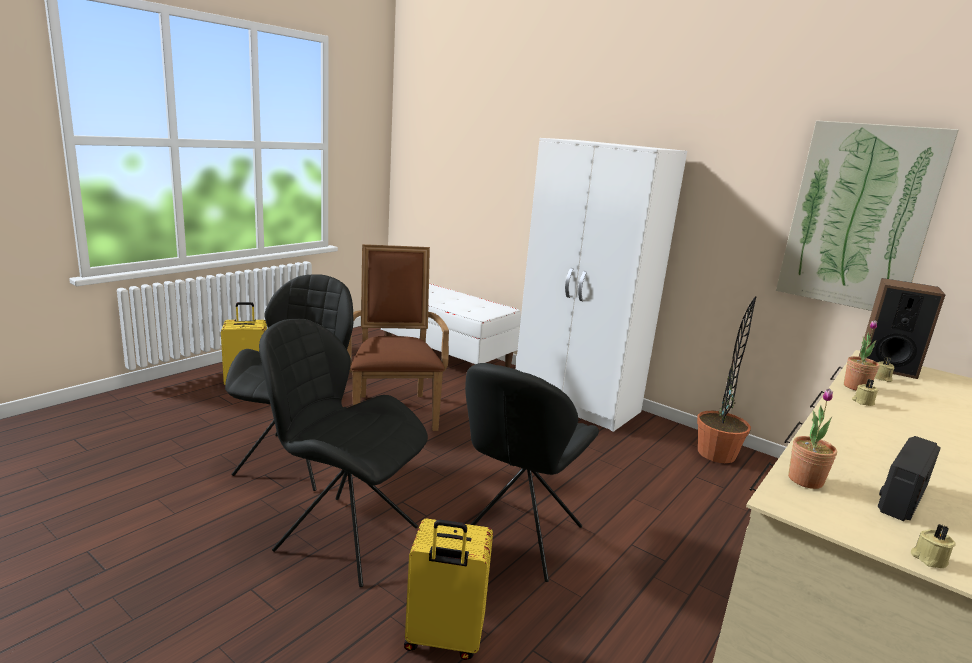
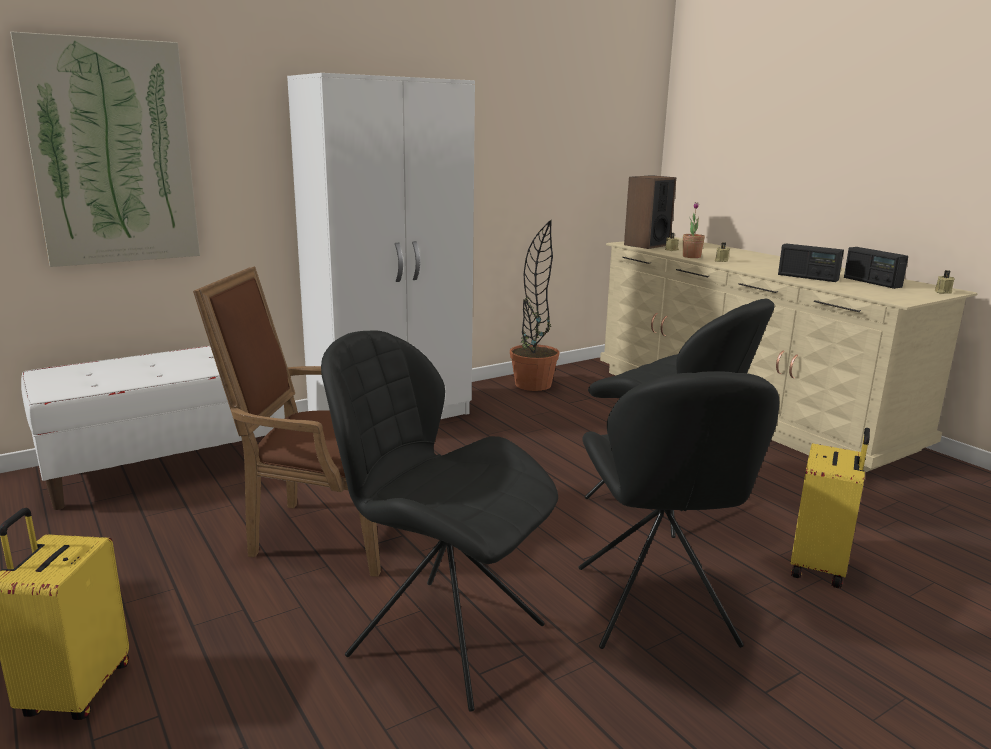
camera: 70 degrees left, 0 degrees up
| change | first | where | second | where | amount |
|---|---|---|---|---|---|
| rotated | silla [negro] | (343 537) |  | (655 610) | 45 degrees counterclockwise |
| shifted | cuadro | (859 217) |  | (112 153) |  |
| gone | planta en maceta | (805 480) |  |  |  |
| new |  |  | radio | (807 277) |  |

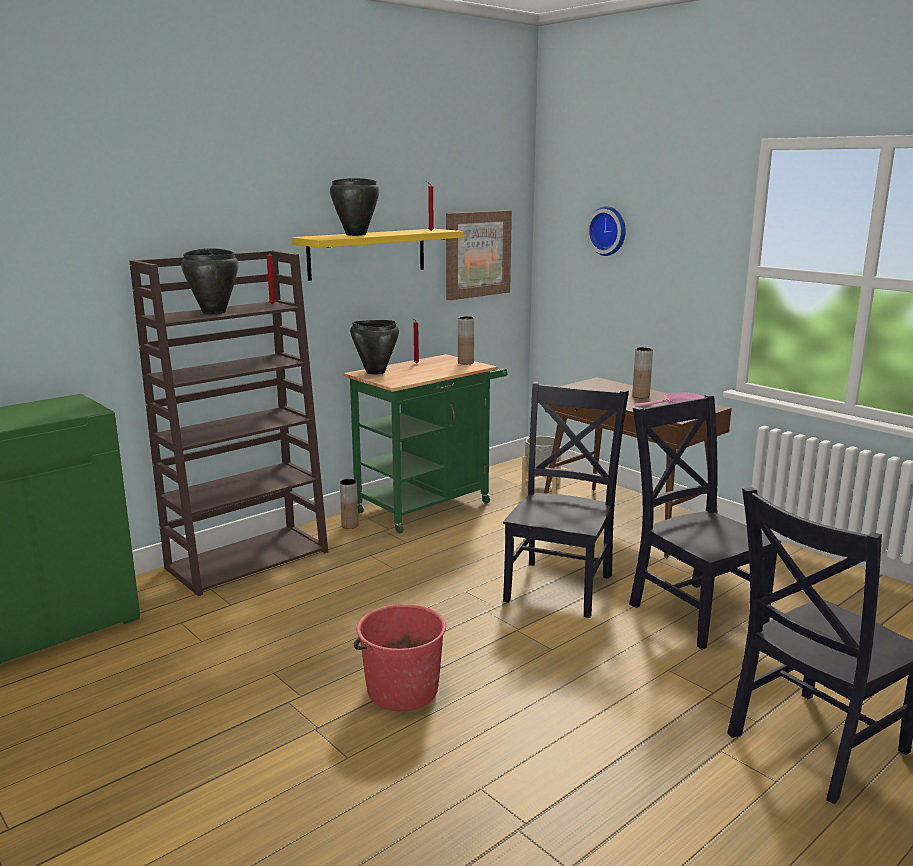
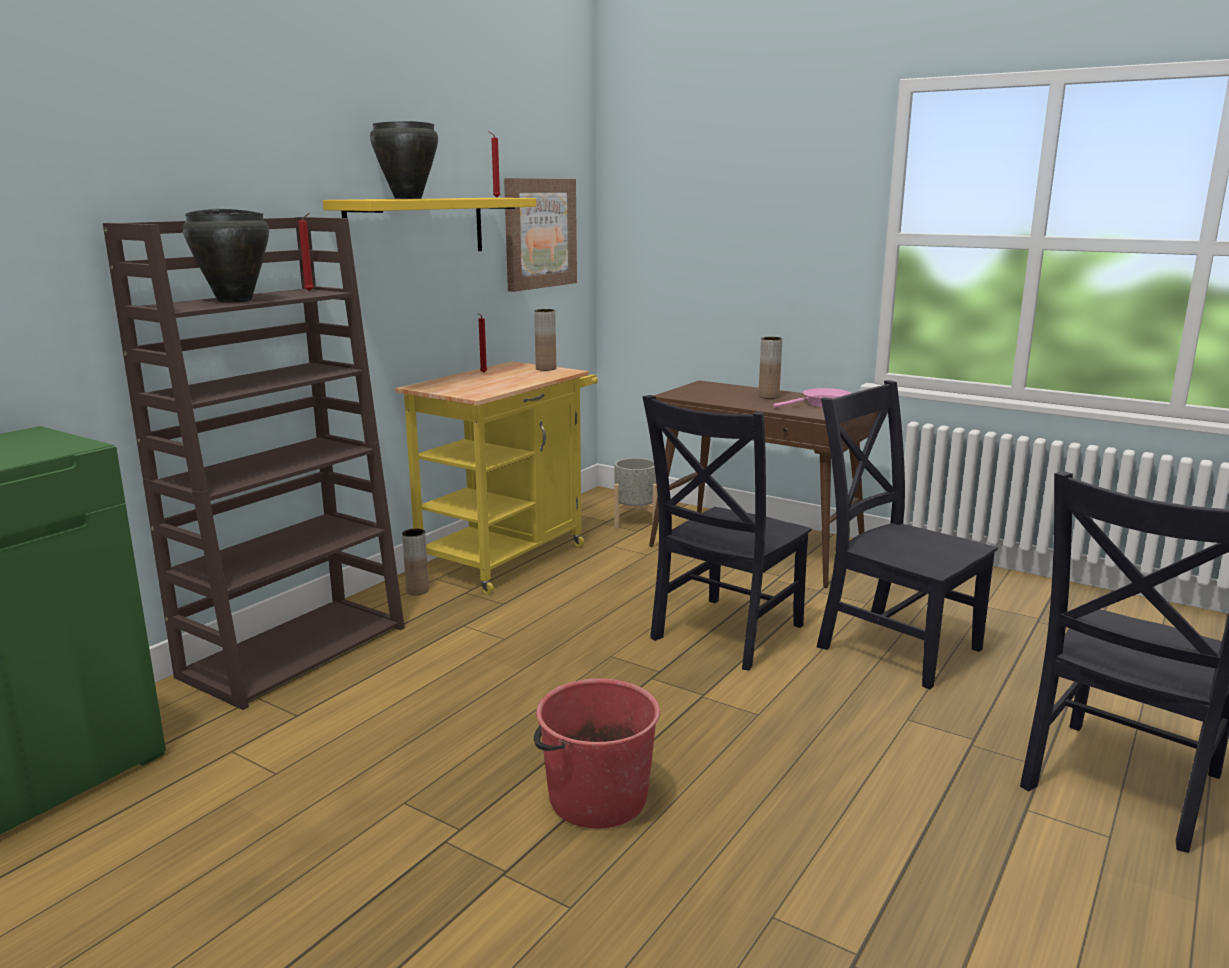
camera: 15 degrees left, 0 degrees up
| change | first | where | second | where | amount |
|---|---|---|---|---|---|
| repainted | carrito [verde] | (430 505) | carrito [amarillo] | (510 555) |  |
| gone | olla [negro] | (375 372) |  |  |  |
| rotated | silla [negro] | (560 585) |  | (724 634) | 150 degrees counterclockwise |
| gone | reloj de pared | (608 231) |  |  |  |

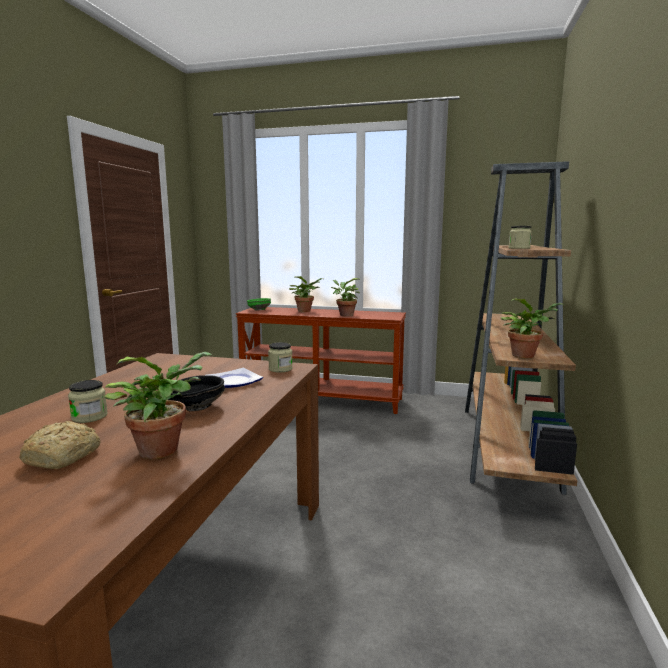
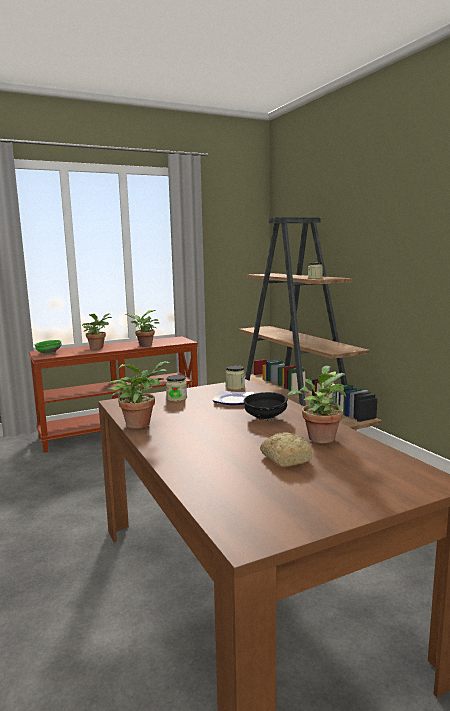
camera: 40 degrees left, 0 degrees up
| change | first | where | second | where | amount |
|---|---|---|---|---|---|
| shifted | tarro | (89 417) |  | (176 398) |  |
| shifted | planta en maceta | (525 355) |  | (140 423) |  |

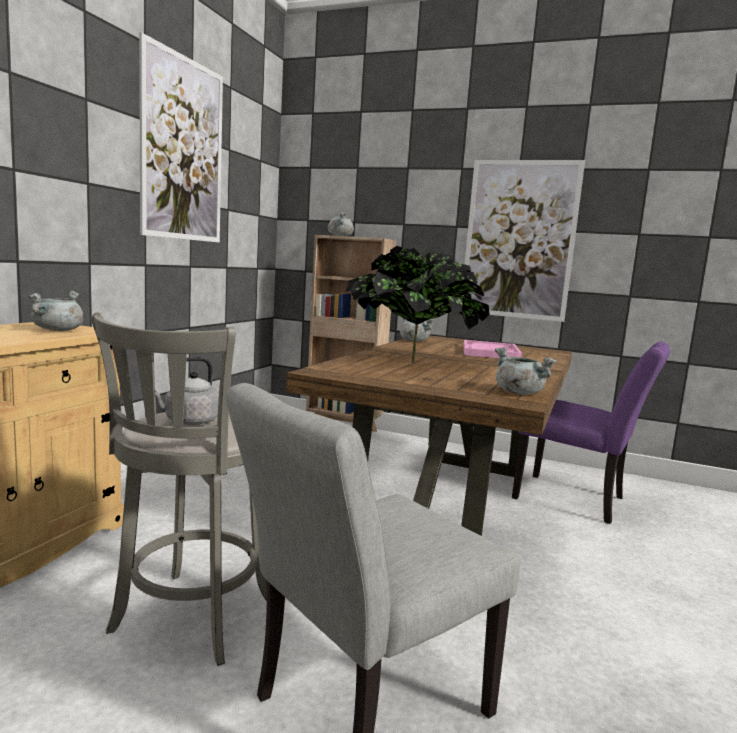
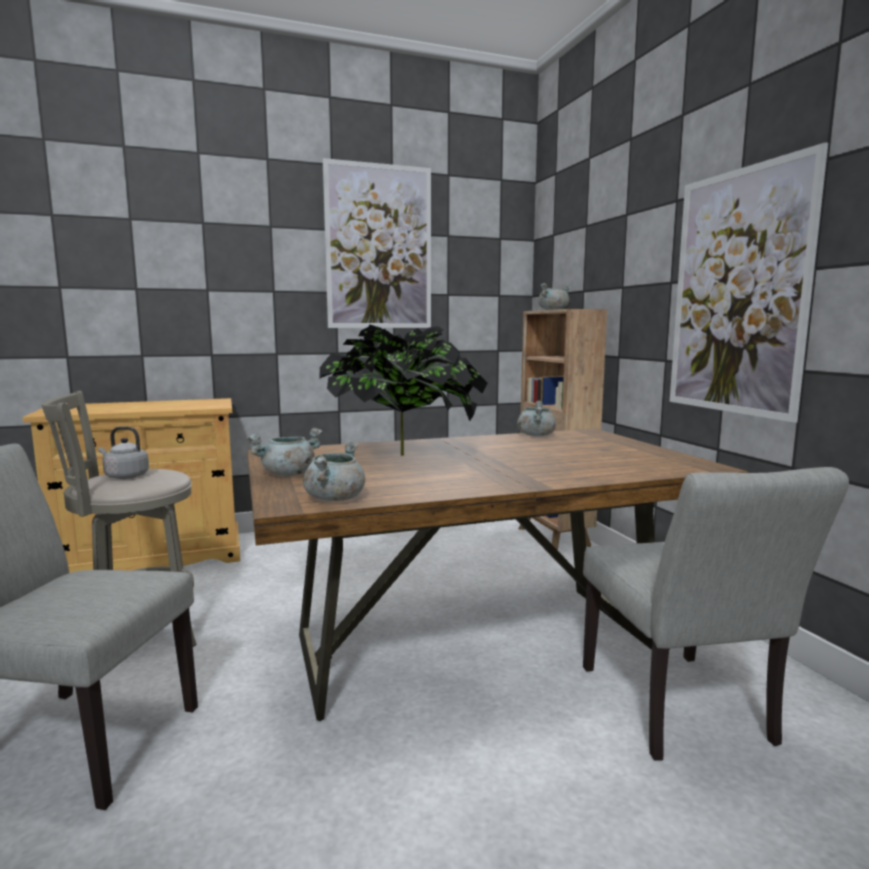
camera: 50 degrees right, 0 degrees up
| change | first | where | second | where | amount |
|---|---|---|---|---|---|
| shifted | olla [gris] | (58 330) |  | (288 474) |  |
| gone | bandeja [rosa] | (490 352) |  |  |  |
| repainted | silla [morado] | (578 500) | silla [gris] | (681 712) |  |

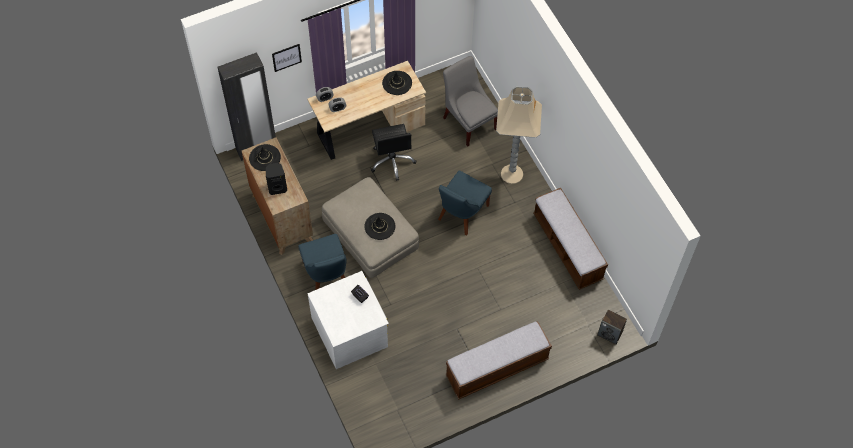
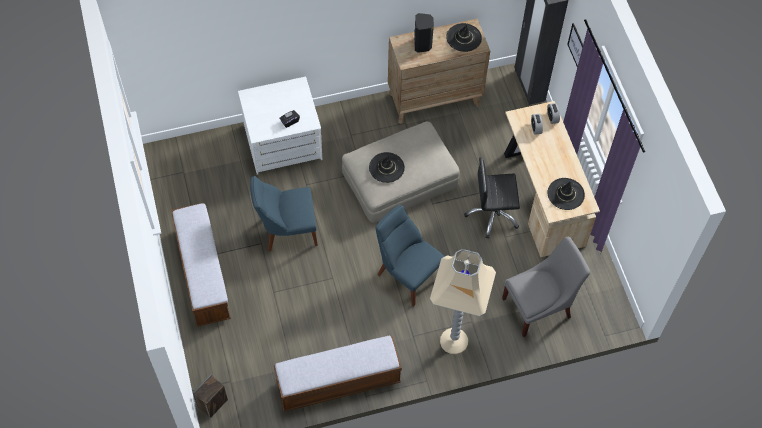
camera: 100 degrees right, 0 degrees up
| change | first | where | second | where | amount |
|---|---|---|---|---|---|
| shifted | silla [azul] | (326 276) |  | (287 231) |  |

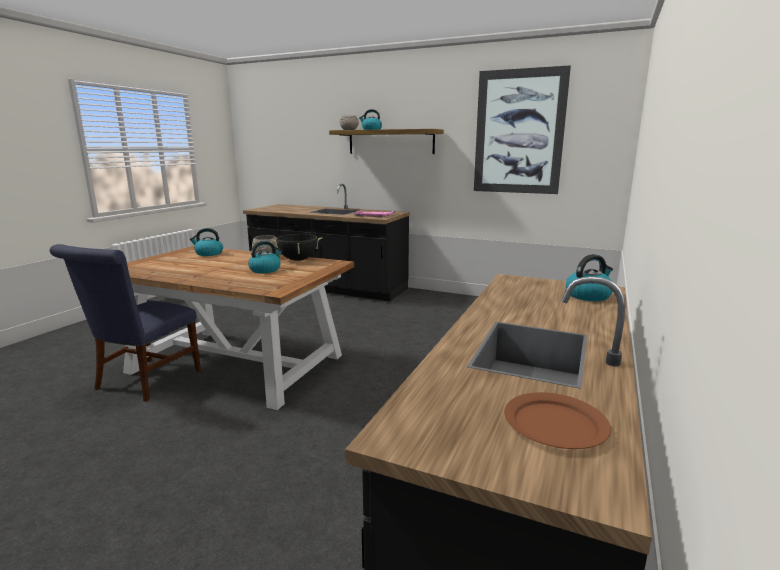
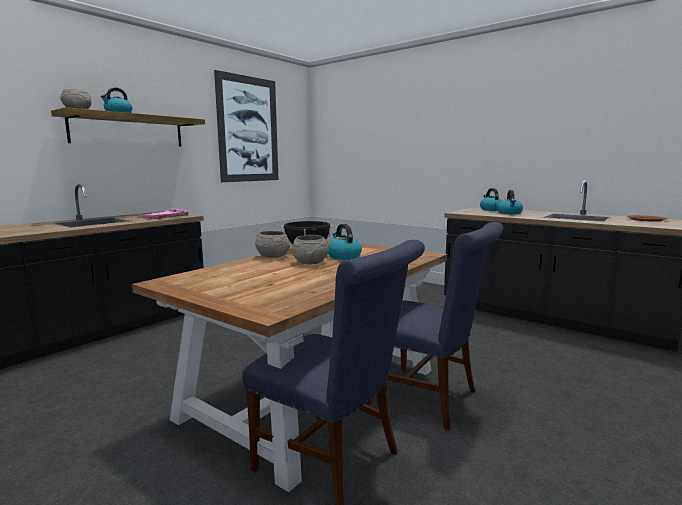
camera: 75 degrees left, 5 degrees down
| change | first | where | second | where | amount |
|---|---|---|---|---|---|
| shifted | hervidor | (208 253) |  | (509 213) |  |
| new |  |  | cuenco [gris] | (311 262) |  |
| new |  |  | silla [azul] | (429 398) |  |

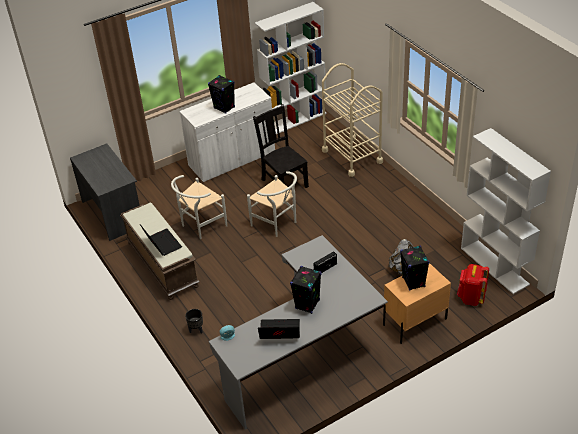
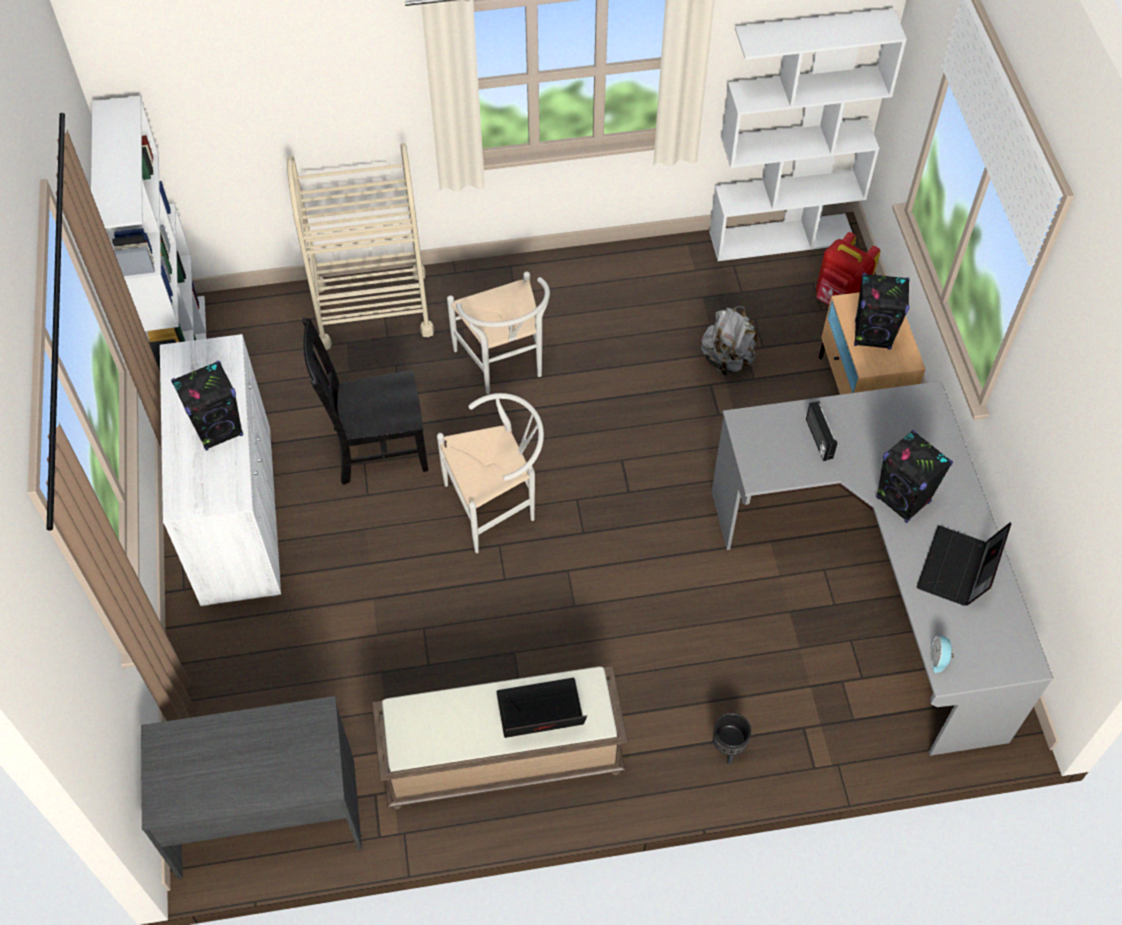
camera: 70 degrees left, 15 degrees up
| change | first | where | second | where | amount |
|---|---|---|---|---|---|
| shifted | silla [blanco] | (200 226) |  | (504 366) |  |

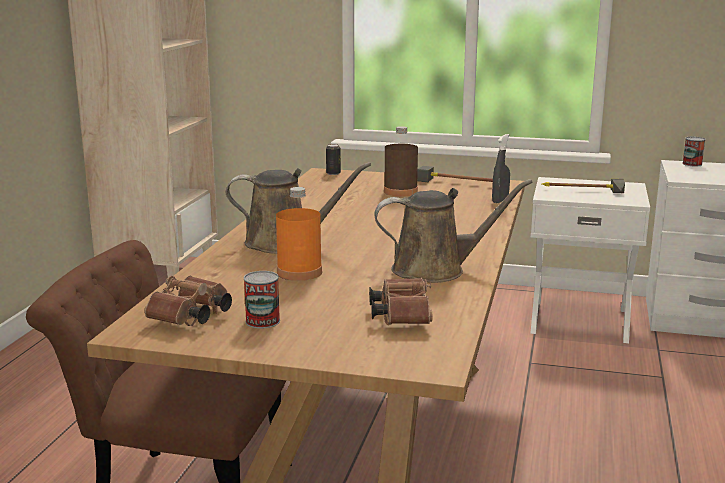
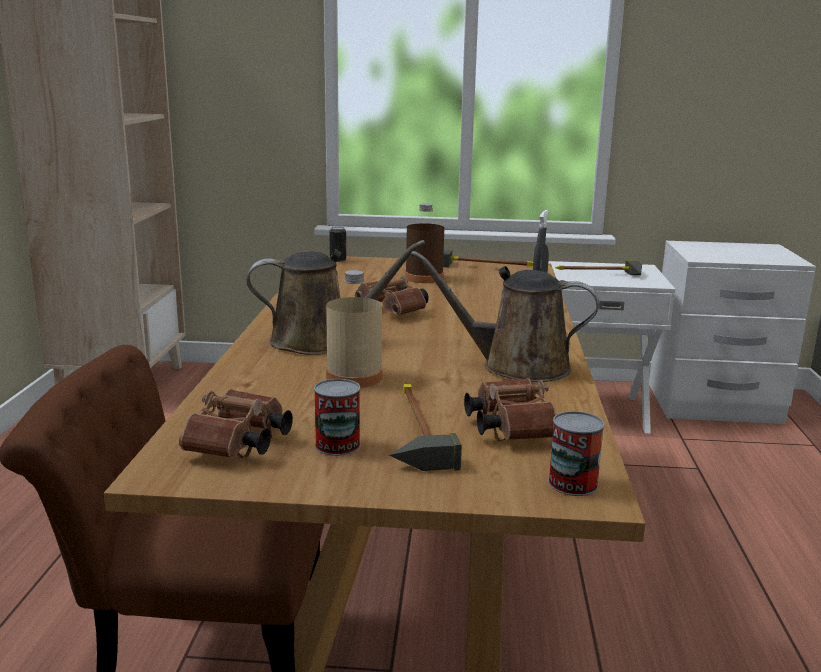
camera: 10 degrees left, 0 degrees up
| change | first | where | second | where | amount |
|---|---|---|---|---|---|
| repainted | botella [naranja] | (299 272) | botella [beis] | (354 377) |  |
| rotated | regadera [marrón] | (436 270) |  | (516 366) | 150 degrees counterclockwise |
| shifted | lata | (692 164) |  | (573 483) |  |
| new |  |  | prismáticos [marrón] | (394 311) |  |
| new |  |  | martillo | (409 429) |  |

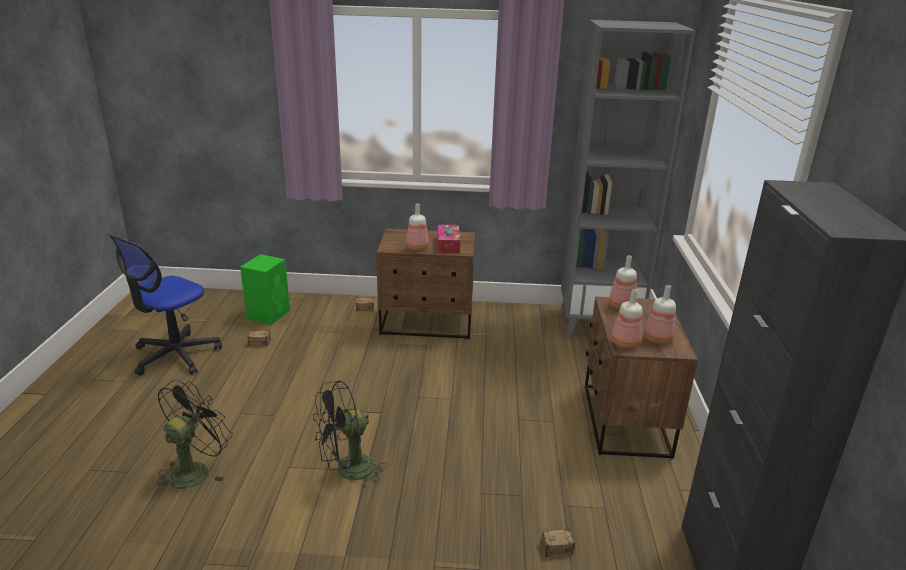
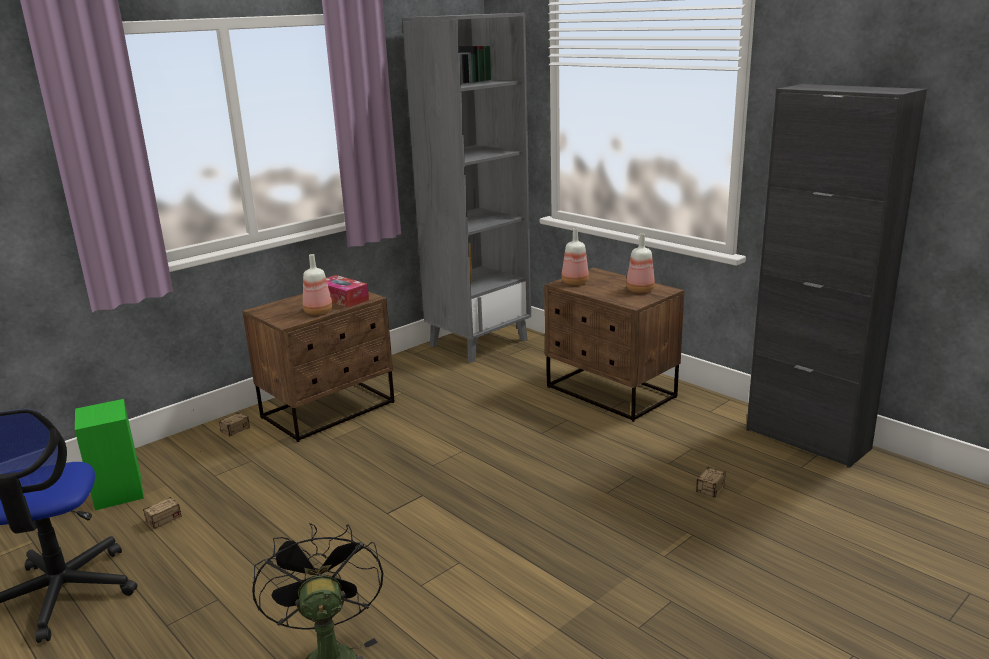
camera: 45 degrees left, 5 degrees down
| change | first | where | second | where | amount |
|---|---|---|---|---|---|
| gone | ventilador [negro] | (347 471) |  |  |  |
| gone | botella | (624 343) |  |  |  |

